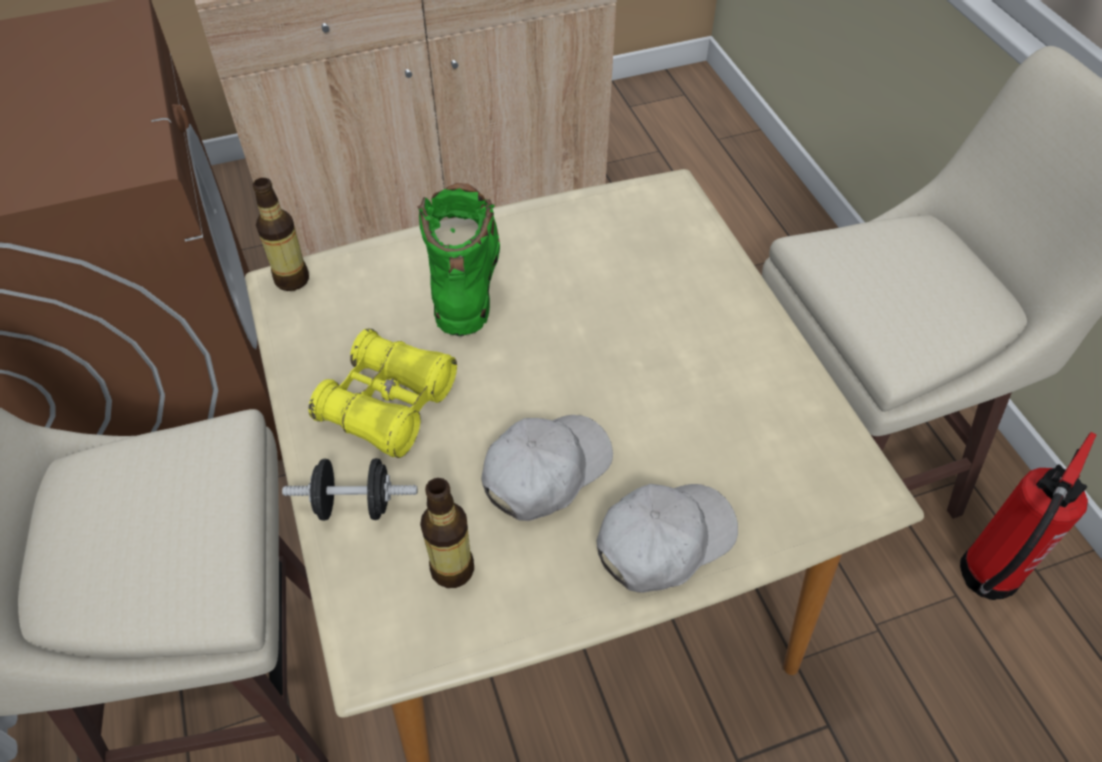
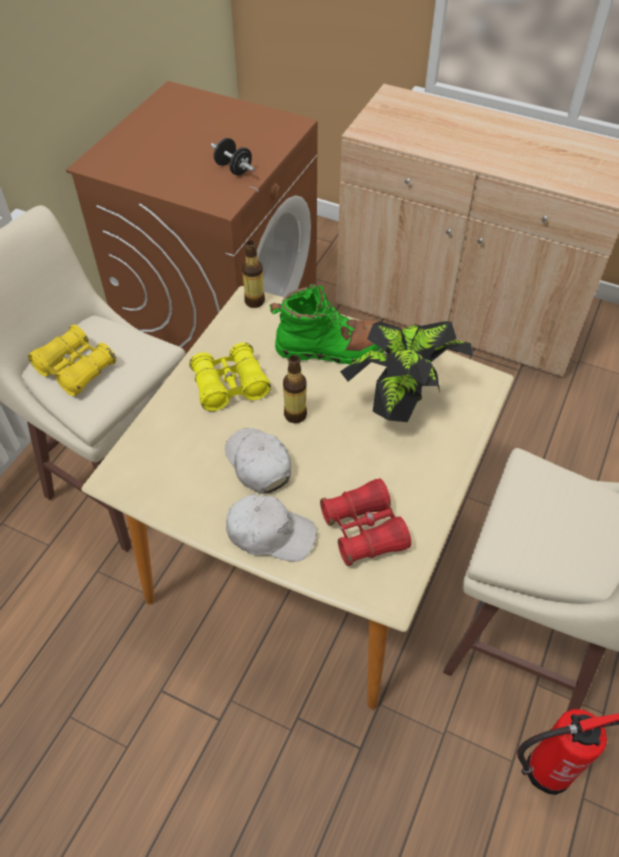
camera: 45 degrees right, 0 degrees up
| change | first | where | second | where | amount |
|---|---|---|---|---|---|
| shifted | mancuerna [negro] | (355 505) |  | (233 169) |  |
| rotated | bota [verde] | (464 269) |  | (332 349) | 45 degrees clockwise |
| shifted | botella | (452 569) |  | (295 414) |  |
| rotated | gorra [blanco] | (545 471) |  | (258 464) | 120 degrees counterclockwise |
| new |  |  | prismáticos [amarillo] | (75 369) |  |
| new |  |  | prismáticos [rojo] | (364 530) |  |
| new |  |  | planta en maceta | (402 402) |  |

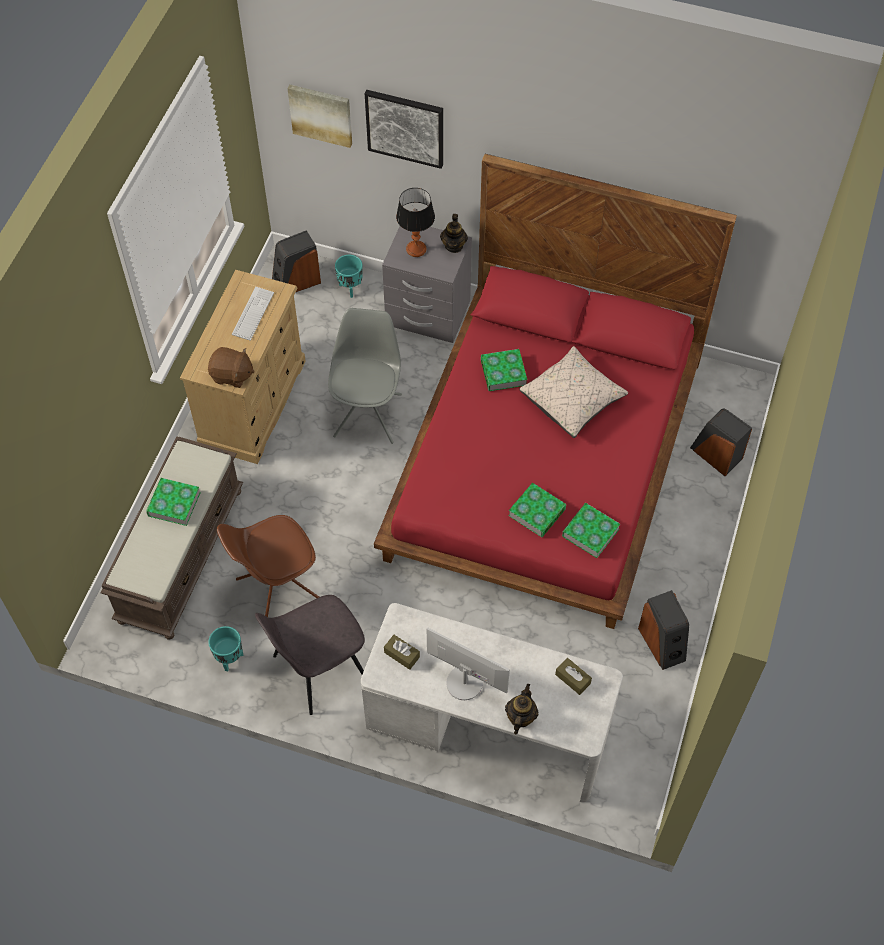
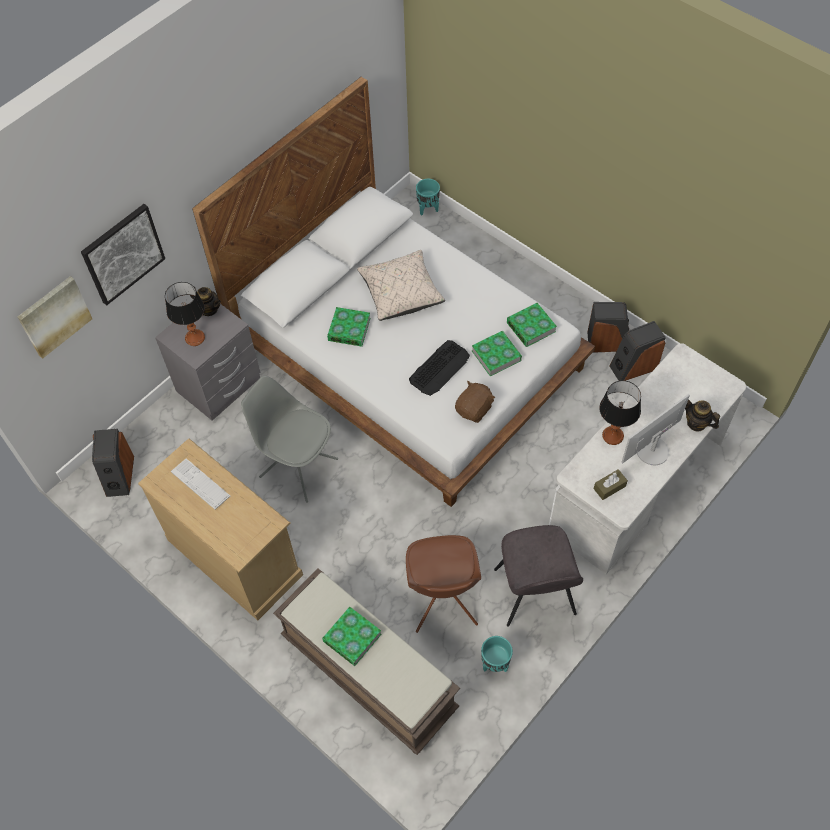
camera: 65 degrees left, 0 degrees up
| change | first | where | second | where | amount |
|---|---|---|---|---|---|
| shifted | peluche [marrón] | (232 375) |  | (474 409) |  |
| shifted | maceta [turquesa] | (350 288) |  | (427 209) |  |
| repainted | cama [rojo] | (545 458) | cama [blanco] | (409 354) |  |
| gone | caja de pañuelos [marrón] | (572 679) |  |  |  |
| shifted | altavoz | (716 454) |  | (633 366) |  |
| new |  |  | teclado | (439 368) |  |
| new |  |  | lámpara de mesa | (613 436) |  |

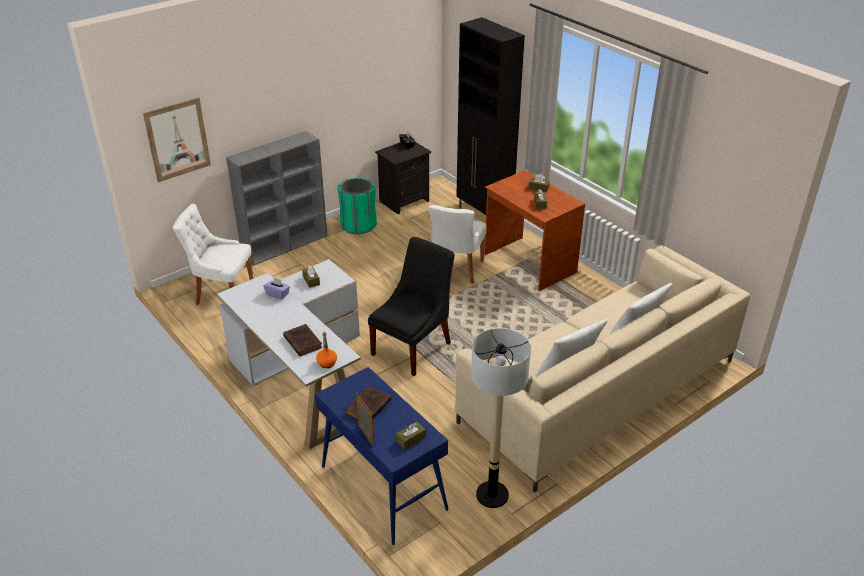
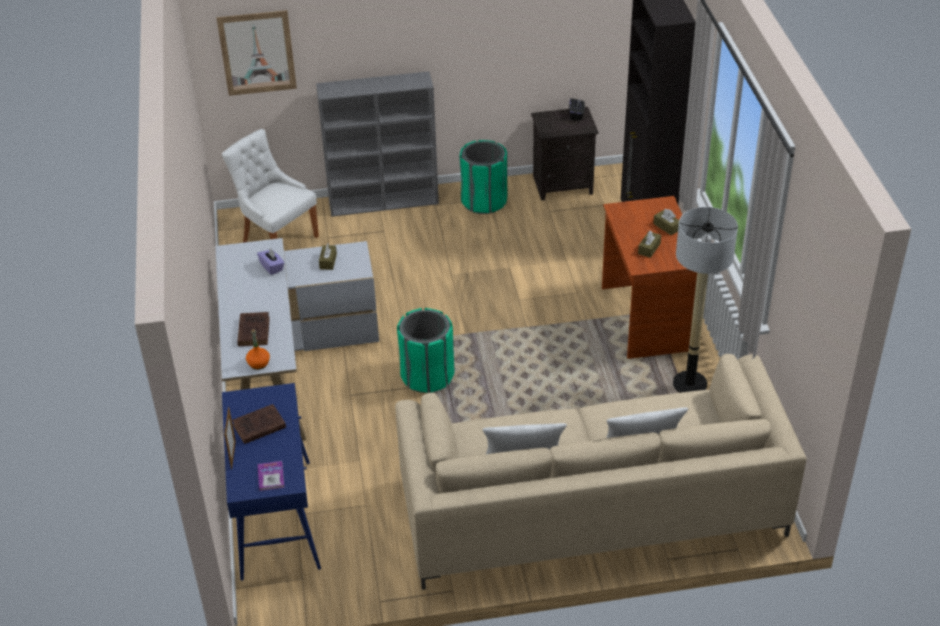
camera: 30 degrees right, 5 degrees up
| change | first | where | second | where | amount |
|---|---|---|---|---|---|
| swapped | silla [negro] | (413 347) | papelera [verde] | (427 376) |  |
| swapped | caja de pañuelos [marrón] | (410 439) | libro | (271 476) |  |
| gone | silla [blanco] | (455 270) |  |  |  |
| shifted | lámpara de pie | (492 495) |  | (689 384) |  |

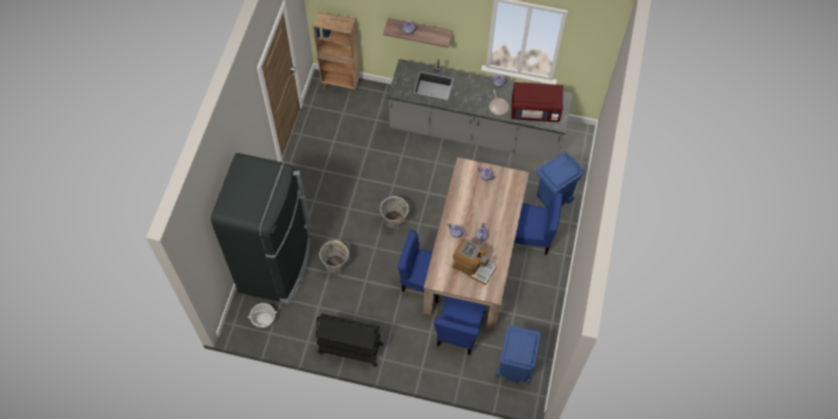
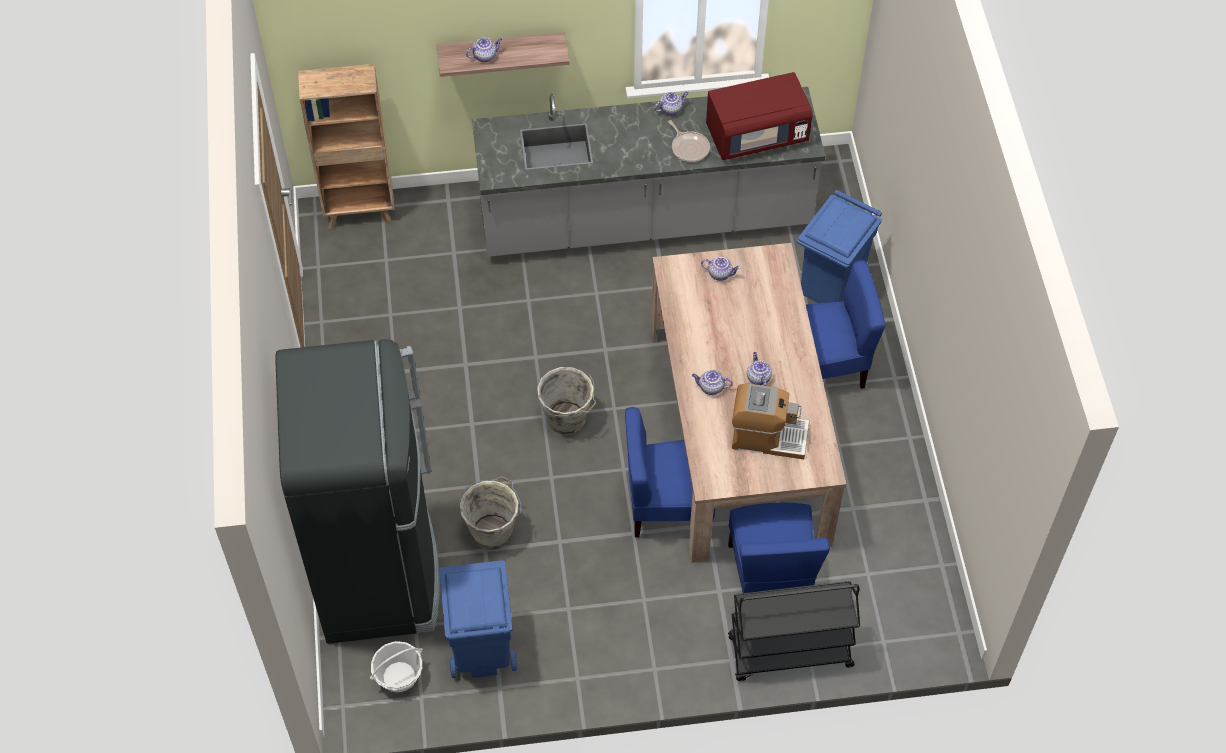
camera: 20 degrees left, 5 degrees down
| change | first | where | second | where | amount |
|---|---|---|---|---|---|
| shifted | carrito [negro] | (350 349) |  | (789 653) |  |
| shifted | papelera [azul] | (514 367) |  | (481 649) |  |

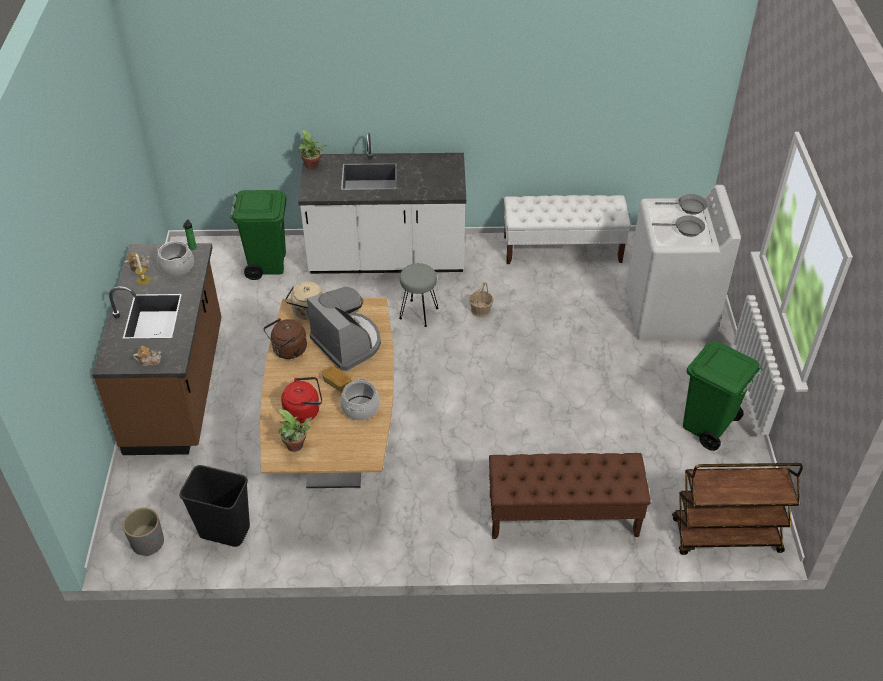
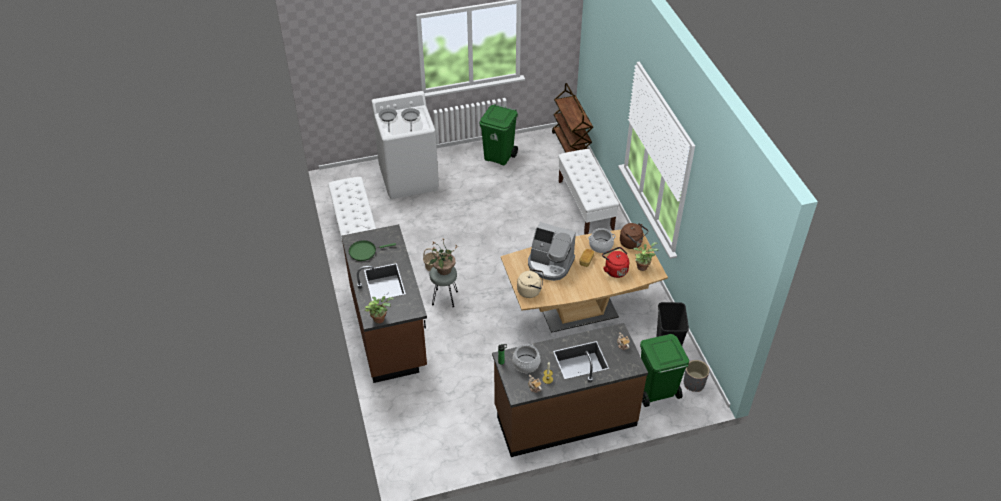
camera: 105 degrees left, 0 degrees up
| change | first | where | second | where | amount |
|---|---|---|---|---|---|
| shifted | papelera [verde] | (267 264) |  | (656 392) |  |
| shifted | hervidor [marrón] | (288 351) |  | (632 243) |  |
| repainted | mueble bajo de cocina [blanco] | (387 258) | mueble bajo de cocina [marrón] | (389 329) |  |
| rotated | cafetera | (348 343) |  | (550 264) | 105 degrees counterclockwise |
| repainted | banco [marrón] | (562 515) | banco [blanco] | (585 205) |  |
| new |  |  | sartén [verde] | (364 251) |  |
| new |  |  | planta en maceta | (443 270) |  |

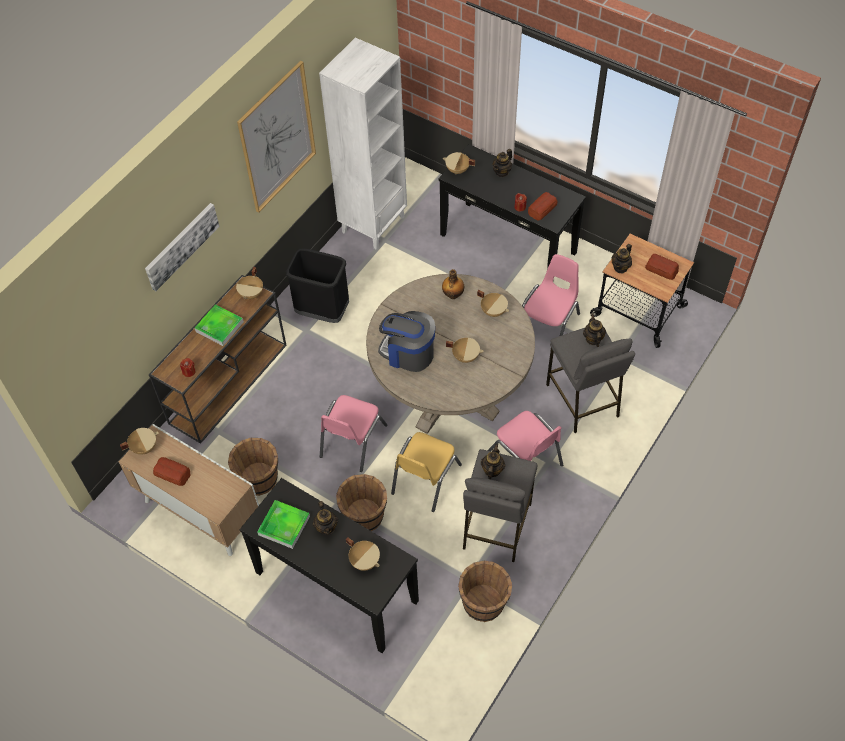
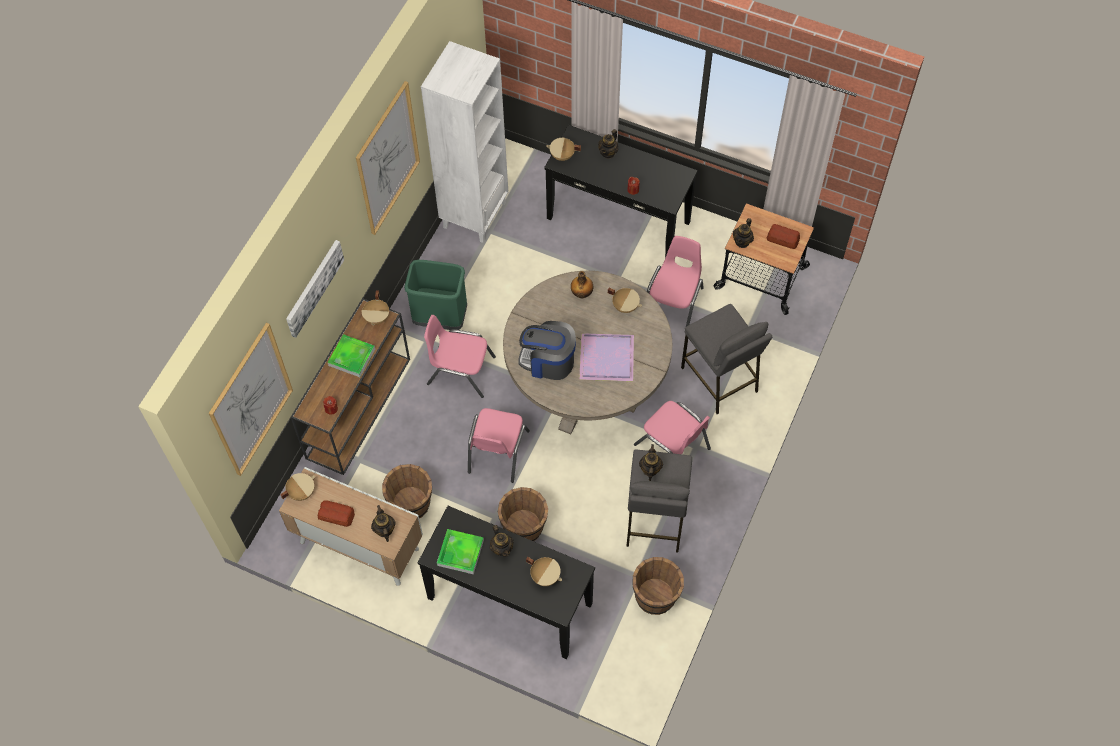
camera: 10 degrees left, 5 degrees up
| change | first | where | second | where | amount |
|---|---|---|---|---|---|
| repainted | papelera [negro] | (323 311) | papelera [verde] | (441 318) |  |
| gone | silla [amarillo] | (425 479) |  |  |  |
| swapped | olla [beis] | (465 356) | bandeja [morado] | (605 357) |  |
| gone | pan | (542 209) |  |  |  |
| shifted | tetera | (593 339) |  | (384 530) |  |
| new |  |  | cuadro | (251 400) |  |
| new |  |  | silla [rosa] | (460 371) |  |

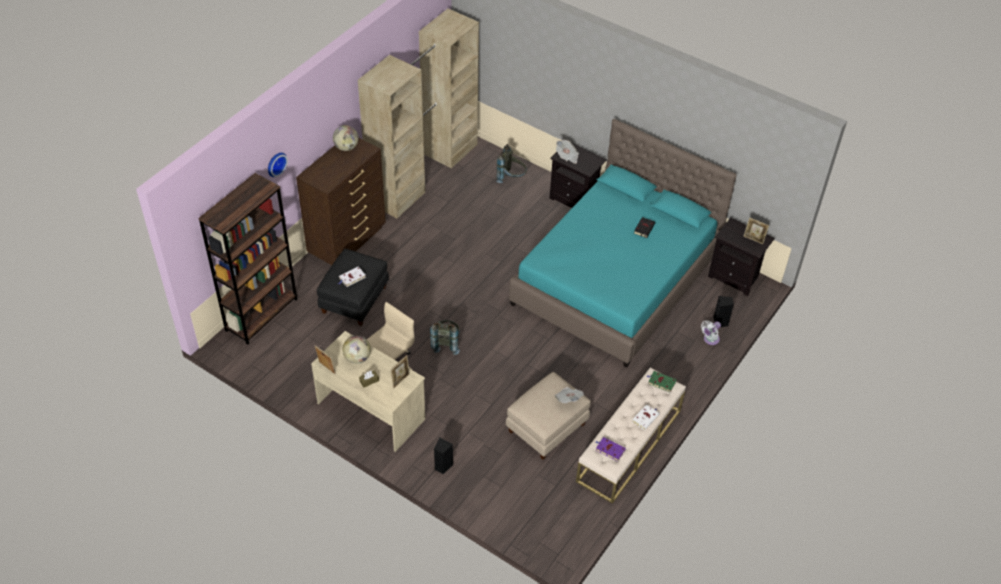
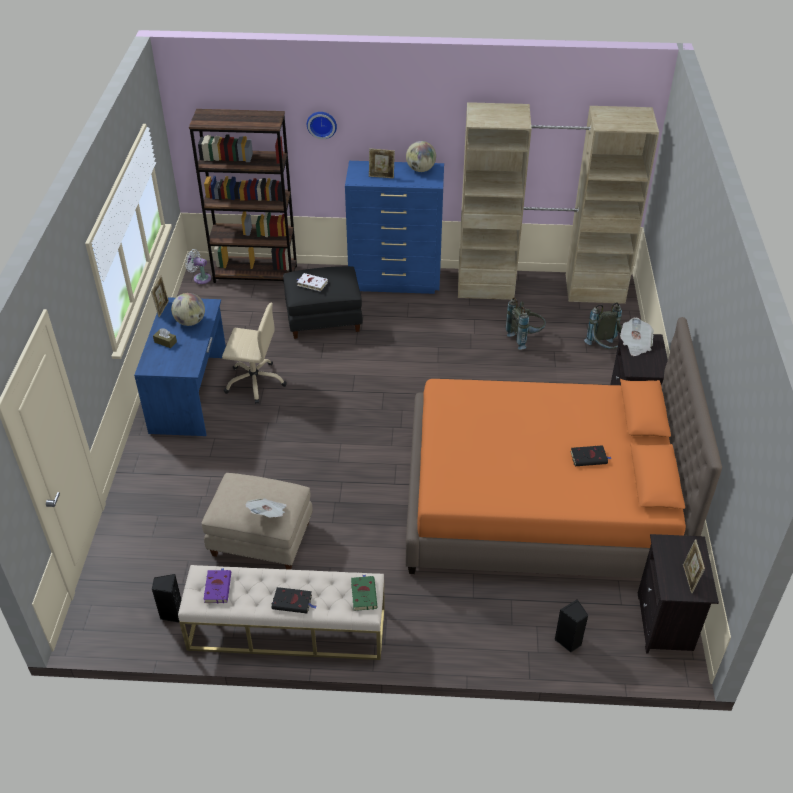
camera: 60 degrees right, 5 degrees down
| change | first | where | second | where | amount |
|---|---|---|---|---|---|
| repainted | cómoda [marrón] | (348 240) | cómoda [azul] | (396 281) |  |
| repainted | escritorio [beis] | (371 410) | escritorio [azul] | (190 394) |  |
| shifted | portarretratos | (400 380) |  | (381 176) |  |
| shifted | mochila [gris] | (446 343) |  | (525 338) |  |
| shifted | altavoz [negro] | (442 466) |  | (171 613) |  |
| repainted | cama [turquesa] | (615 280) | cama [naranja] | (540 503) |  |
| repainted | libro [blanco] | (645 418) | libro [negro] | (293 602) |  |
| shifted | ventilador [blanco] | (710 339) |  | (200 278) |  |

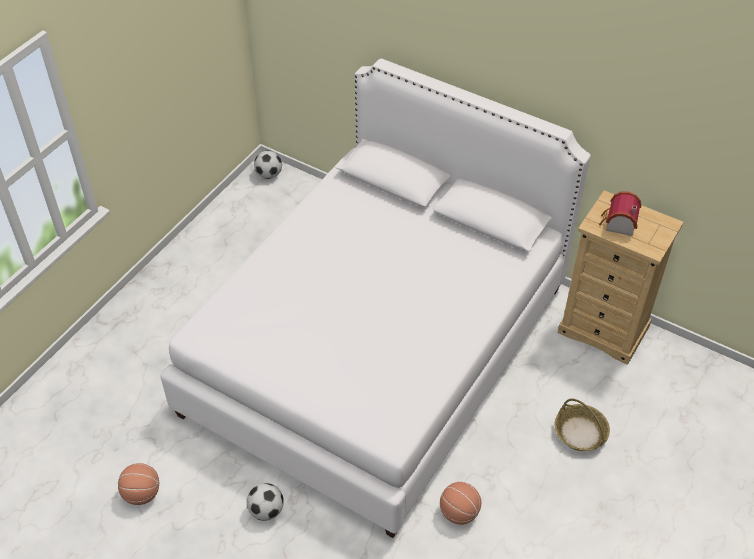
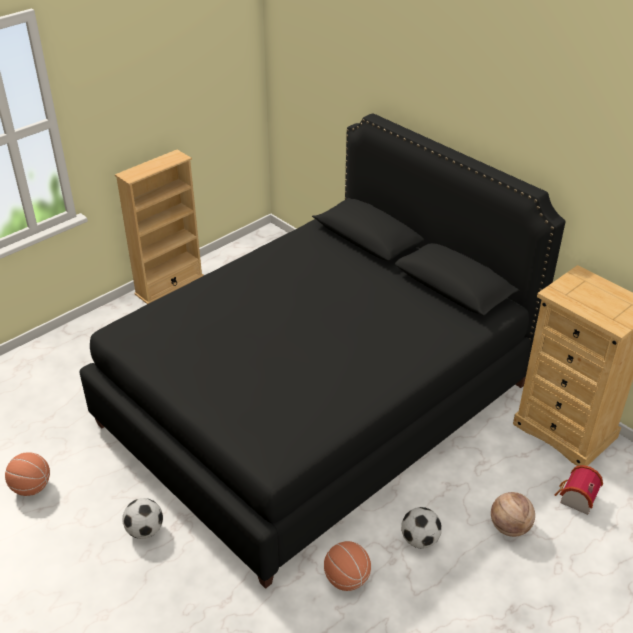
camera: 15 degrees right, 10 degrees down
| change | first | where | second | where | amount |
|---|---|---|---|---|---|
| repainted | cama [blanco] | (377 349) | cama [negro] | (316 403) |  |
| shifted | balón de fútbol | (269 174) |  | (419 540) |  |
| swapped | cesta | (580 433) | balón de baloncesto | (509 527) |  |
| shifted | casita | (618 224) |  | (575 499) |  |
| new |  |  | estantería [beis] | (169 285) |  |

